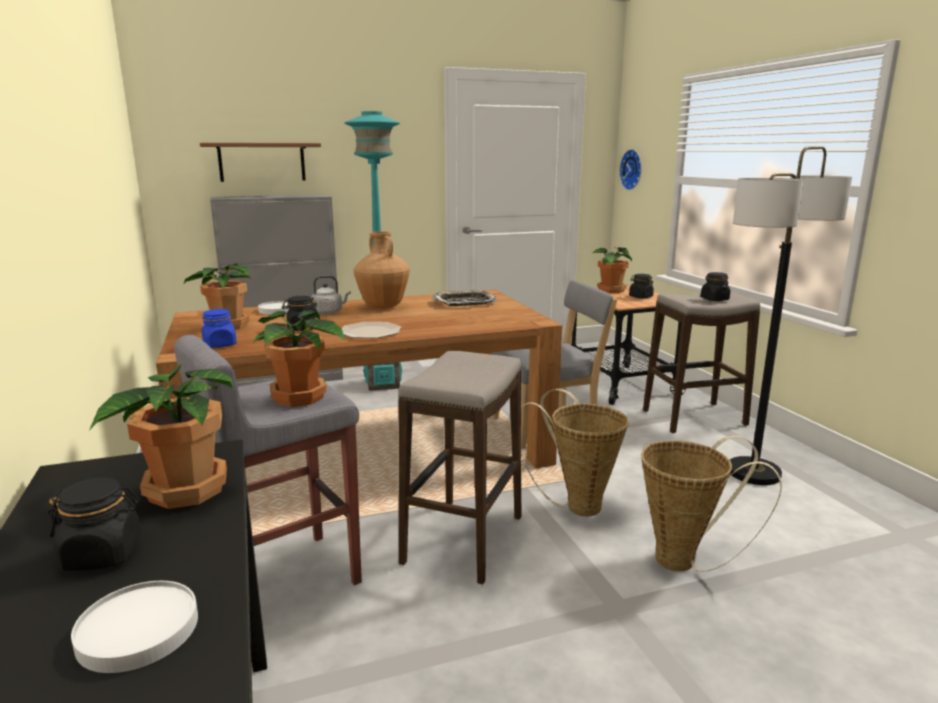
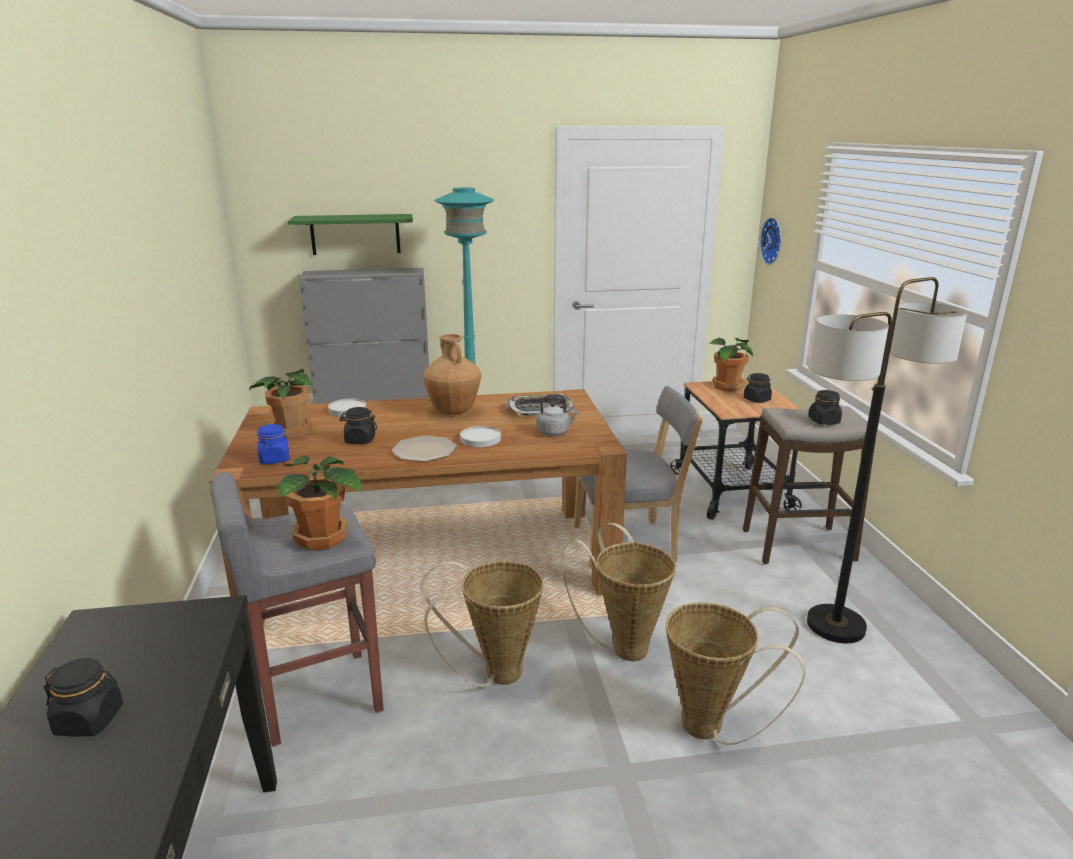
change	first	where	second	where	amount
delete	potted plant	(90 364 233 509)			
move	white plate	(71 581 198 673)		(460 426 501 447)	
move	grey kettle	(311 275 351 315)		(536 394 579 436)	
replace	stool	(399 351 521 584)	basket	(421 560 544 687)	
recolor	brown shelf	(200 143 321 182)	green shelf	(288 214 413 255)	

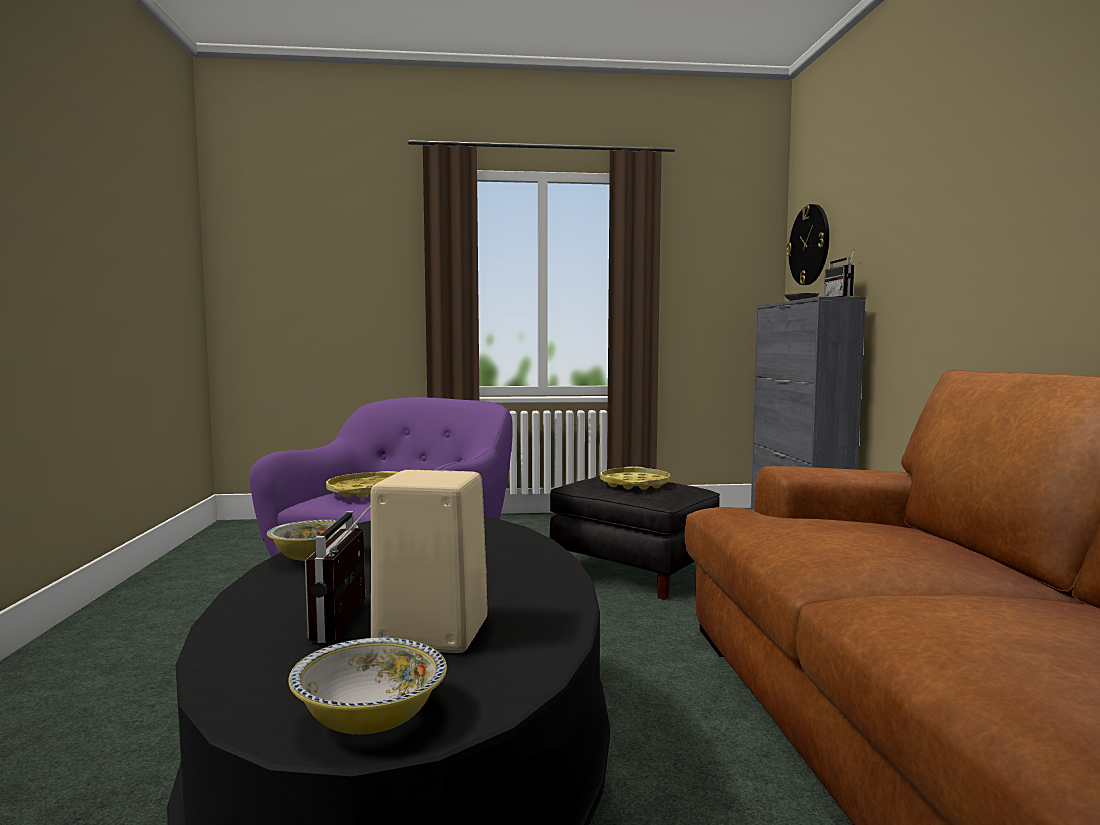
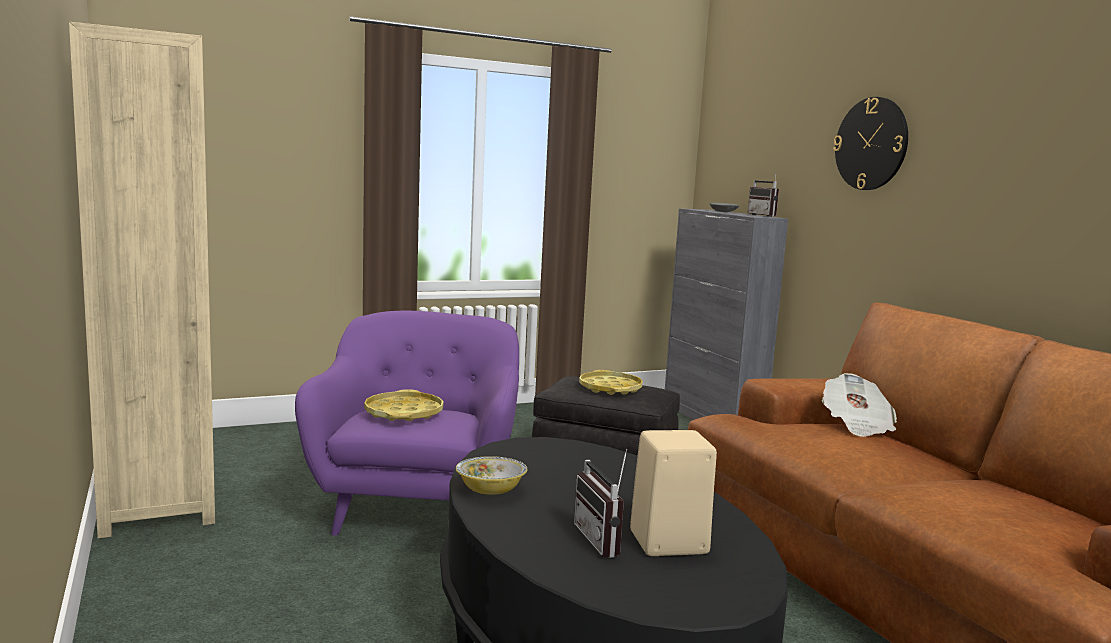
change	first	where	second	where	amount
delete	bowl	(288 638 447 734)			
insert			beige bookcase	(69 22 215 538)	
insert			newspaper	(822 373 897 437)	
move	wall clock	(786 204 829 285)		(833 97 908 190)	

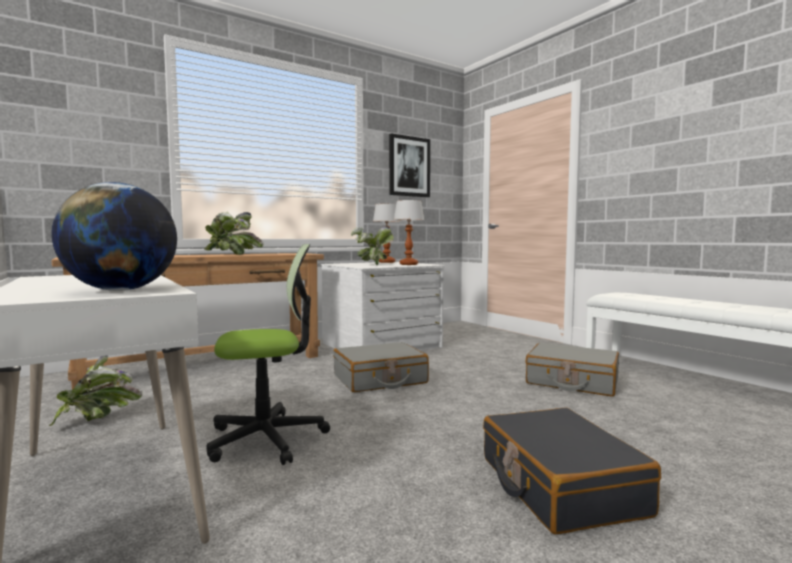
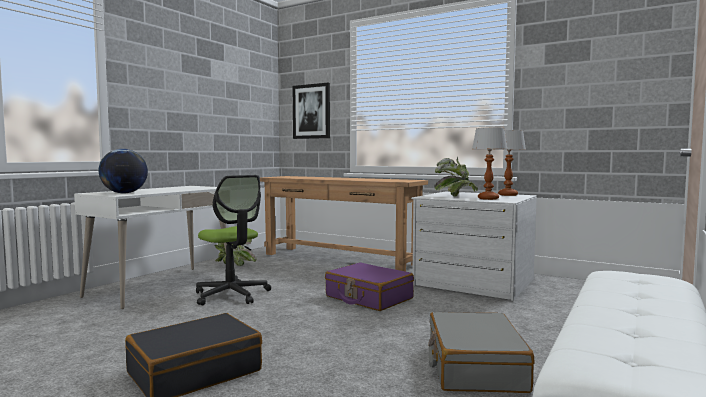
change	first	where	second	where	amount
delete	potted plant	(204 212 264 255)			
move	picture	(389 133 430 197)		(293 83 330 139)	
recolor	grey suitcase	(333 342 429 392)	purple suitcase	(325 262 414 311)	

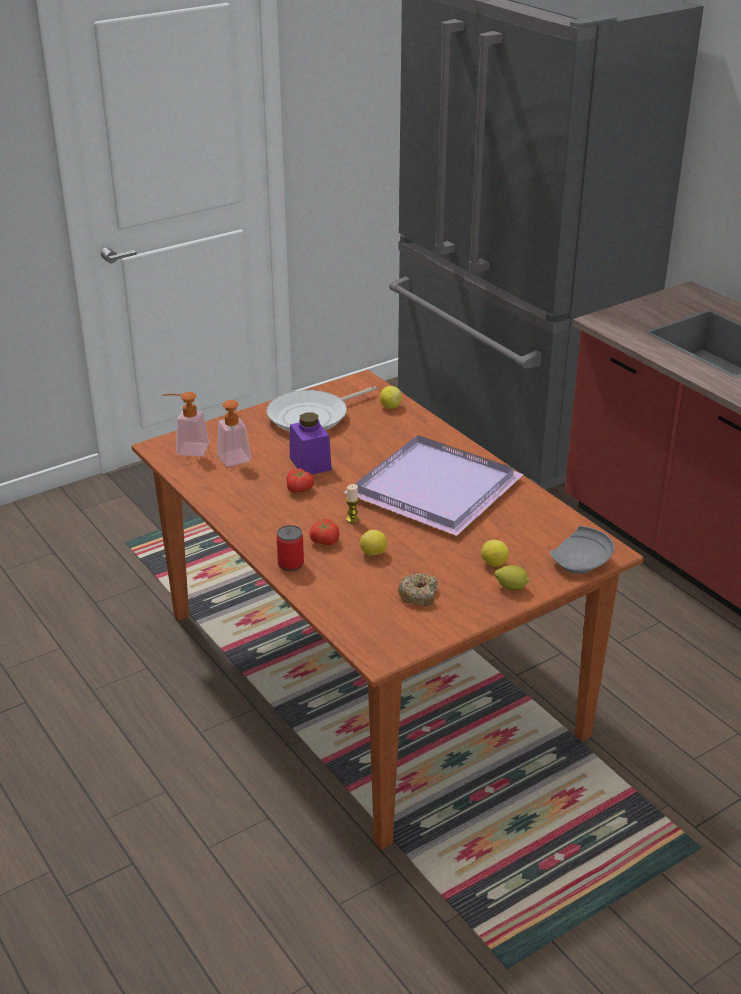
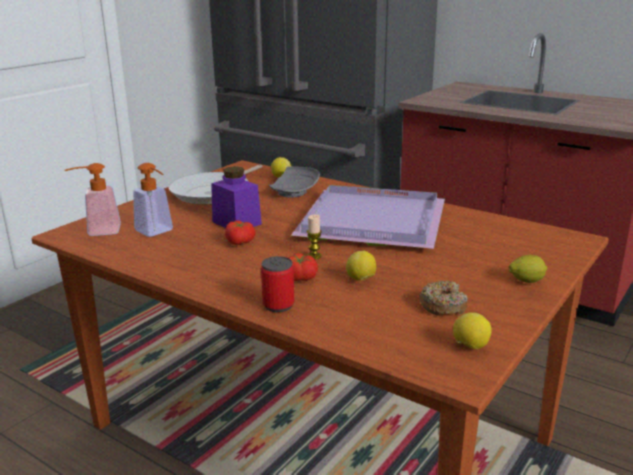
change	first	where	second	where	amount
move	lemon	(481 540 509 567)		(453 313 492 349)	
move	grey plate	(550 526 614 574)		(269 166 320 198)	

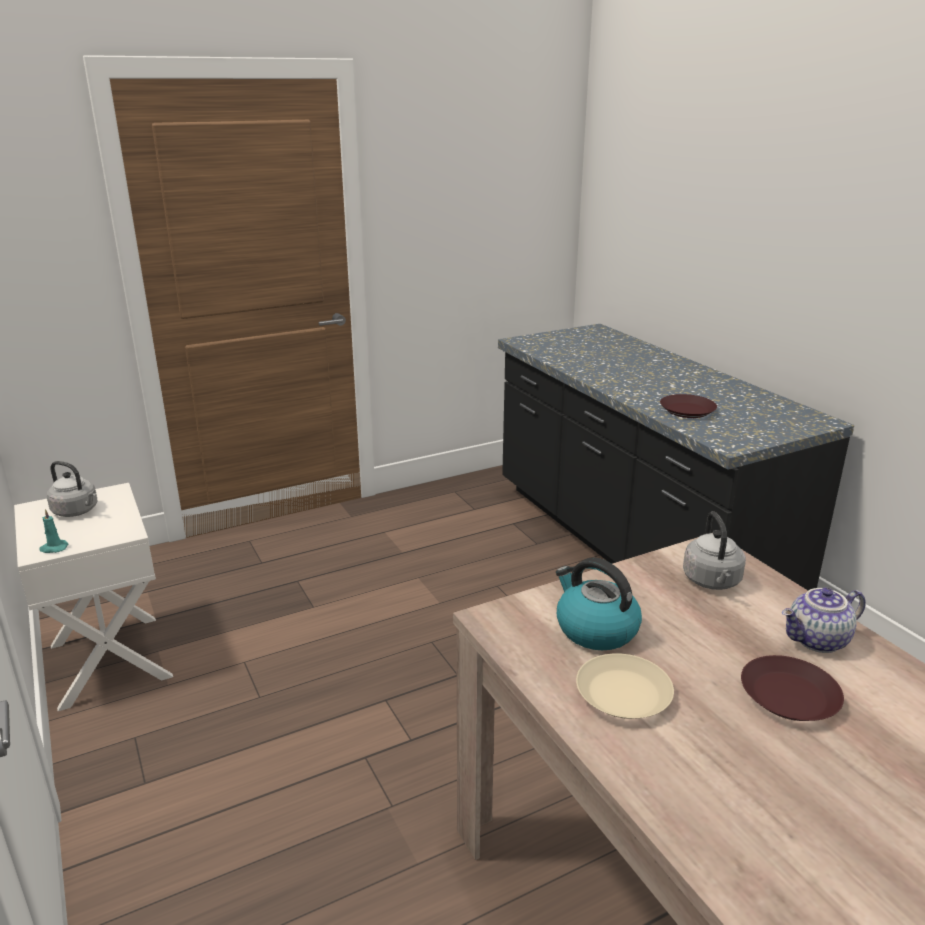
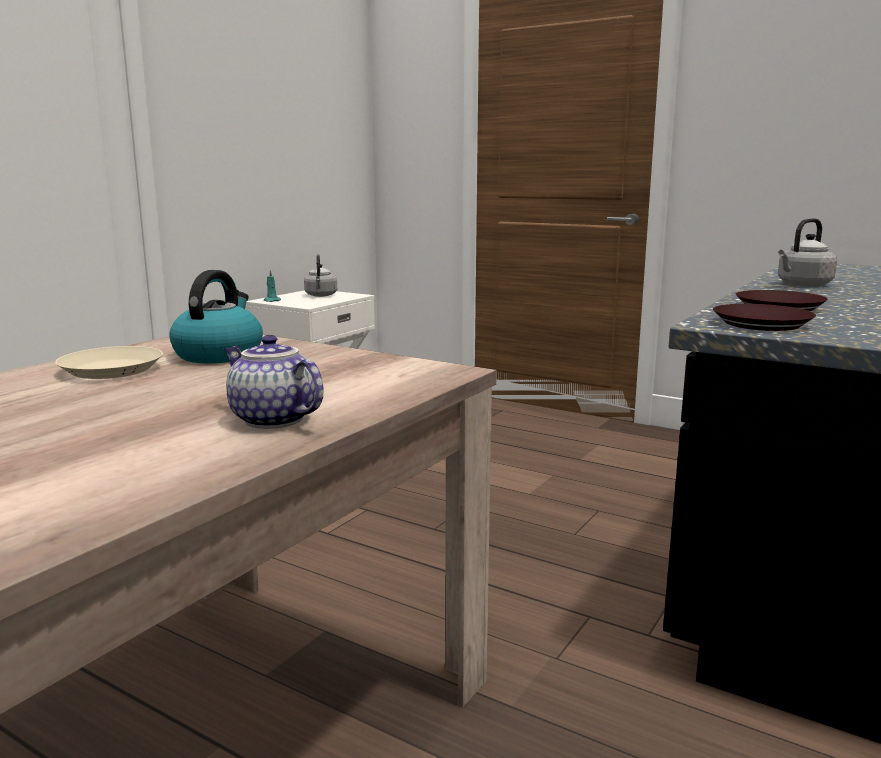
change	first	where	second	where	amount
move	grey kettle	(683 511 746 590)		(778 218 837 286)	
move	brown plate	(741 655 844 721)		(713 304 816 331)	

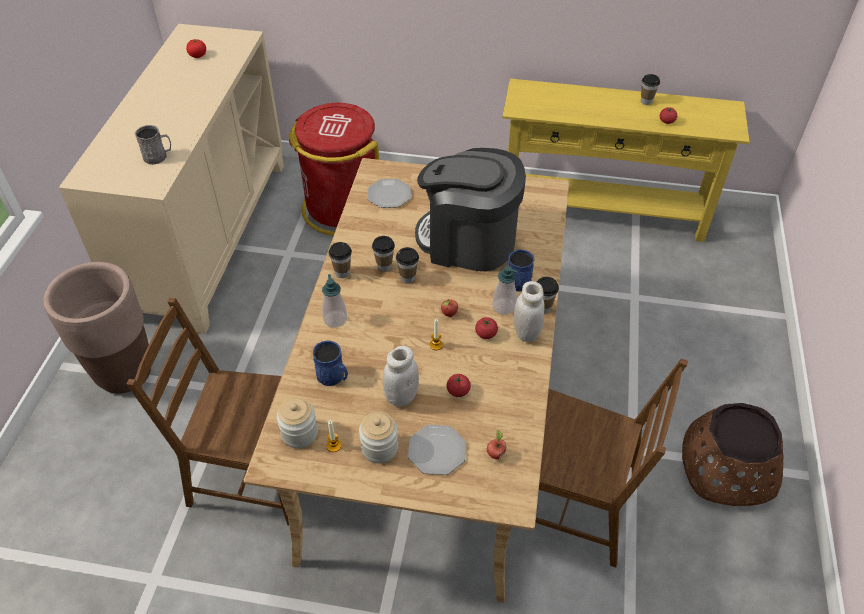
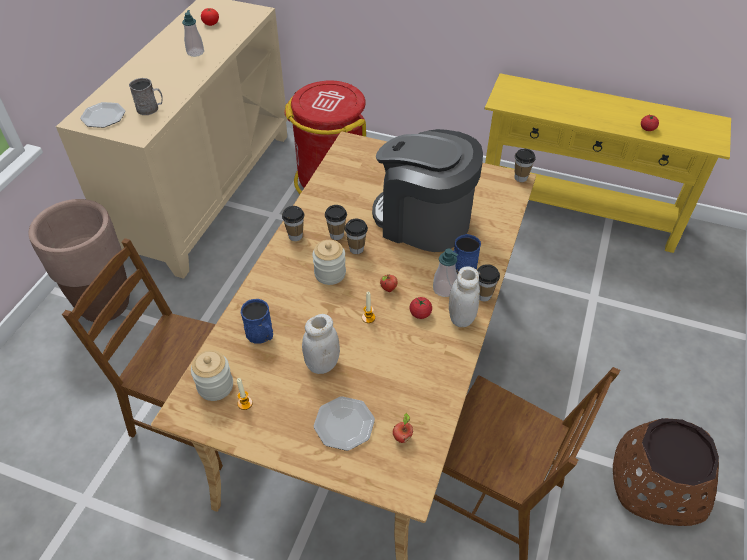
change	first	where	second	where	amount
delete	tomato	(446 374 471 397)			
move	soap dispenser	(322 274 347 327)		(182 10 204 57)	
move	jar	(359 412 398 463)		(312 240 346 285)	
move	plate	(367 179 411 208)		(80 102 126 128)	
move	cup	(641 74 660 105)		(515 149 536 182)	

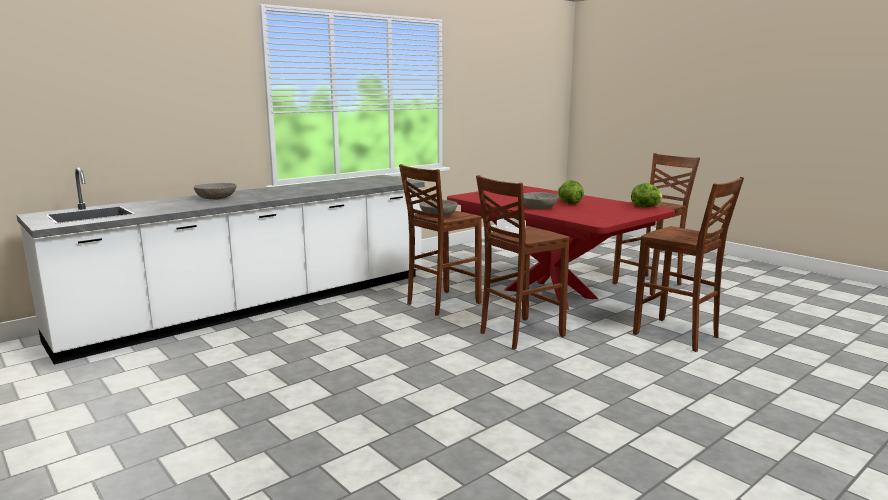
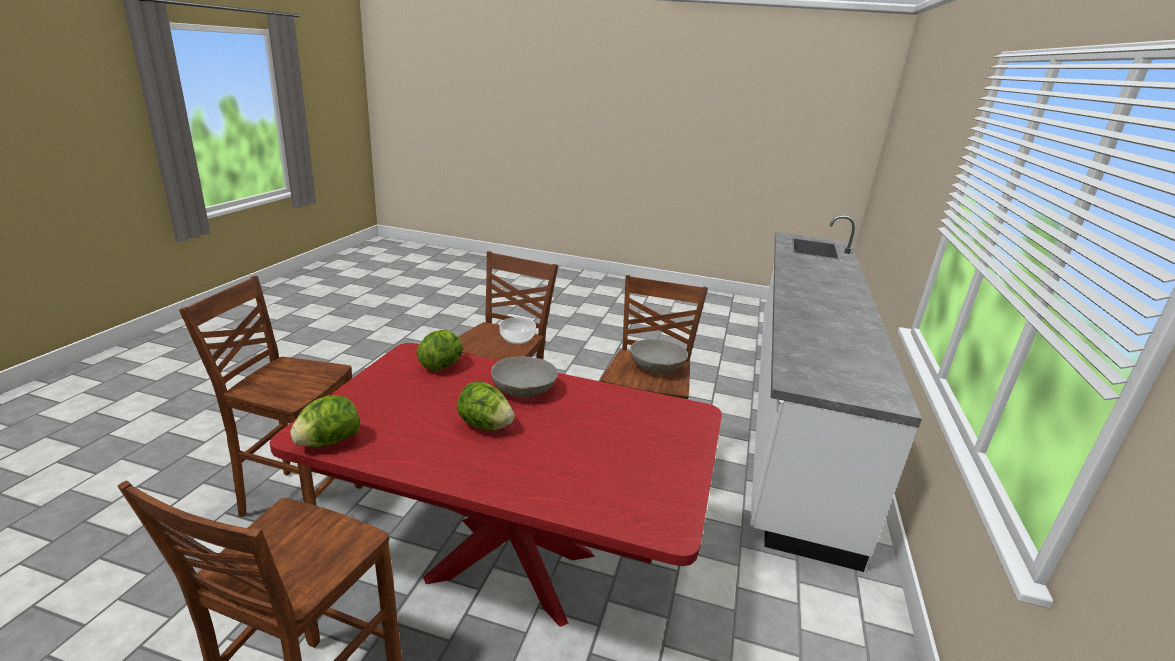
change	first	where	second	where	amount
delete	grey bowl	(194 183 237 199)			
insert			lettuce	(416 330 463 371)	

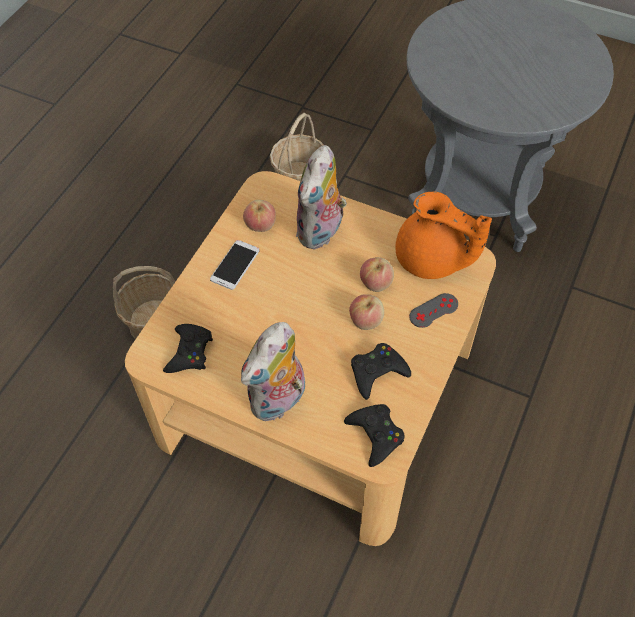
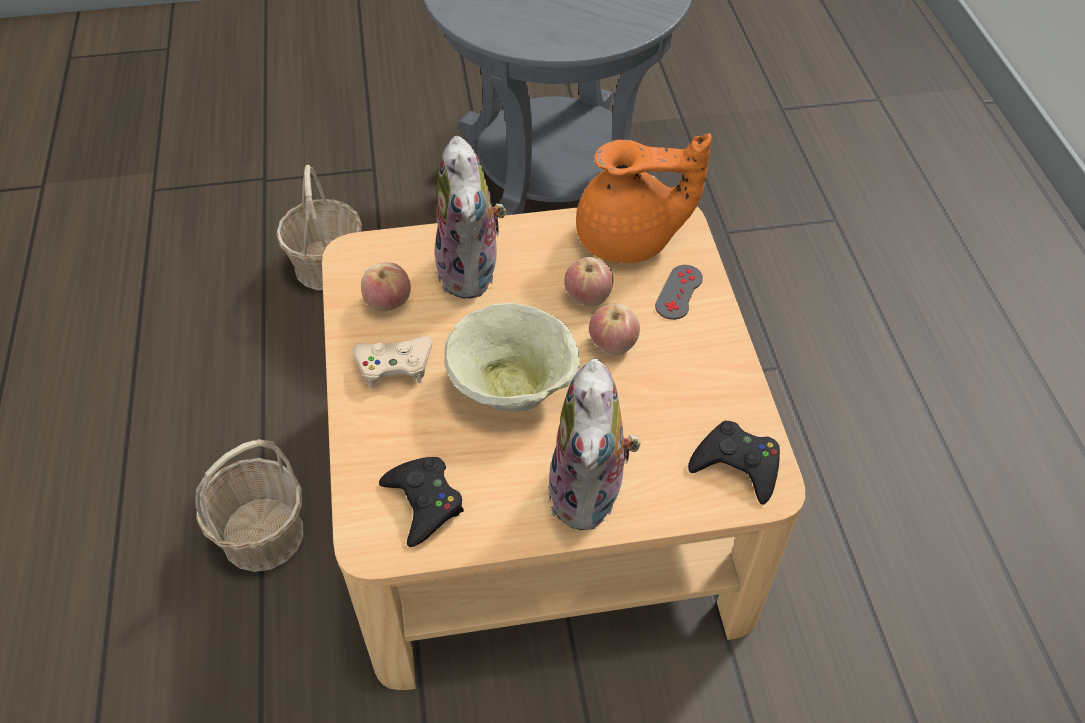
change	first	where	second	where	amount
delete	black game controller	(351 343 411 400)			
insert			beige bowl	(444 303 580 412)	
replace	phone	(210 240 260 290)	beige game controller	(352 336 432 389)	

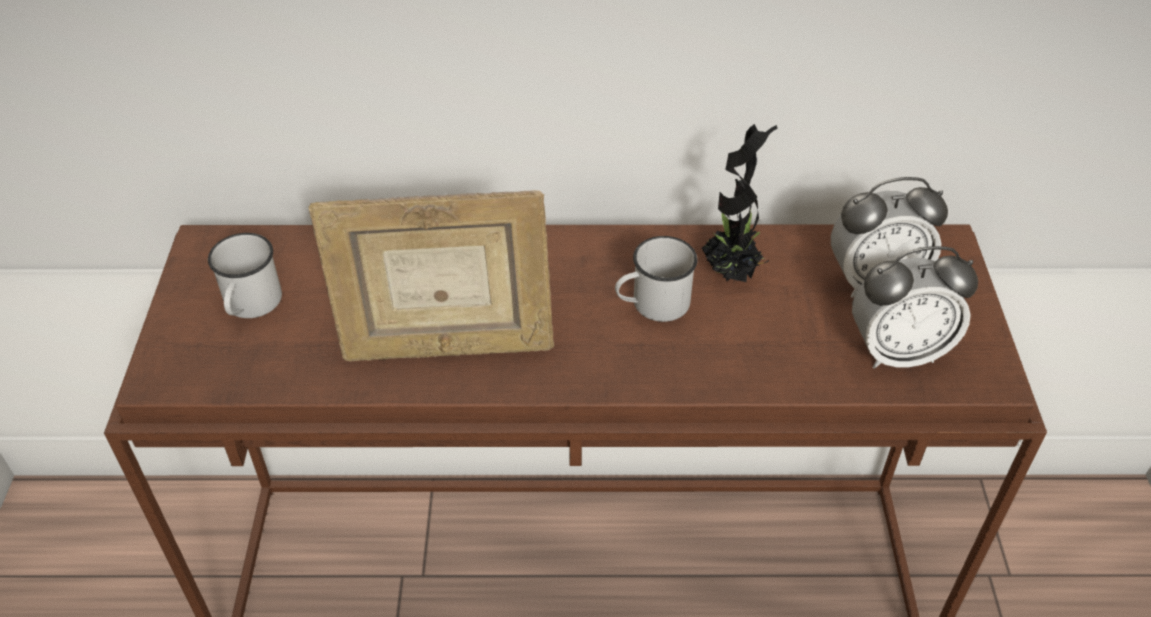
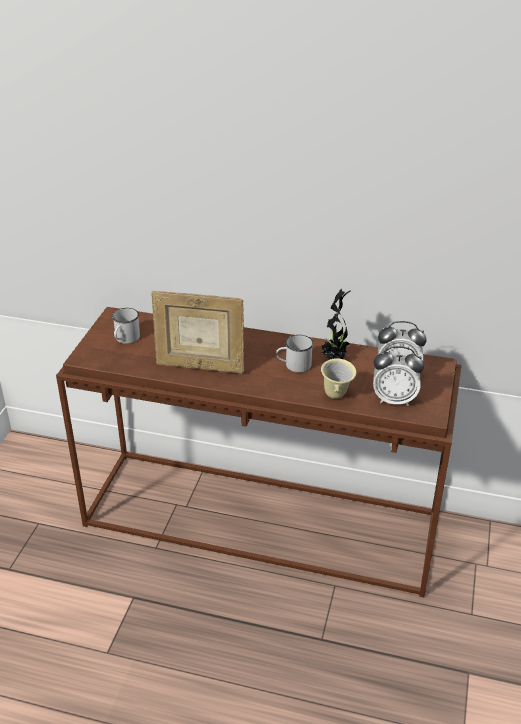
change	first	where	second	where	amount
insert			beige mug	(321 358 356 399)	

